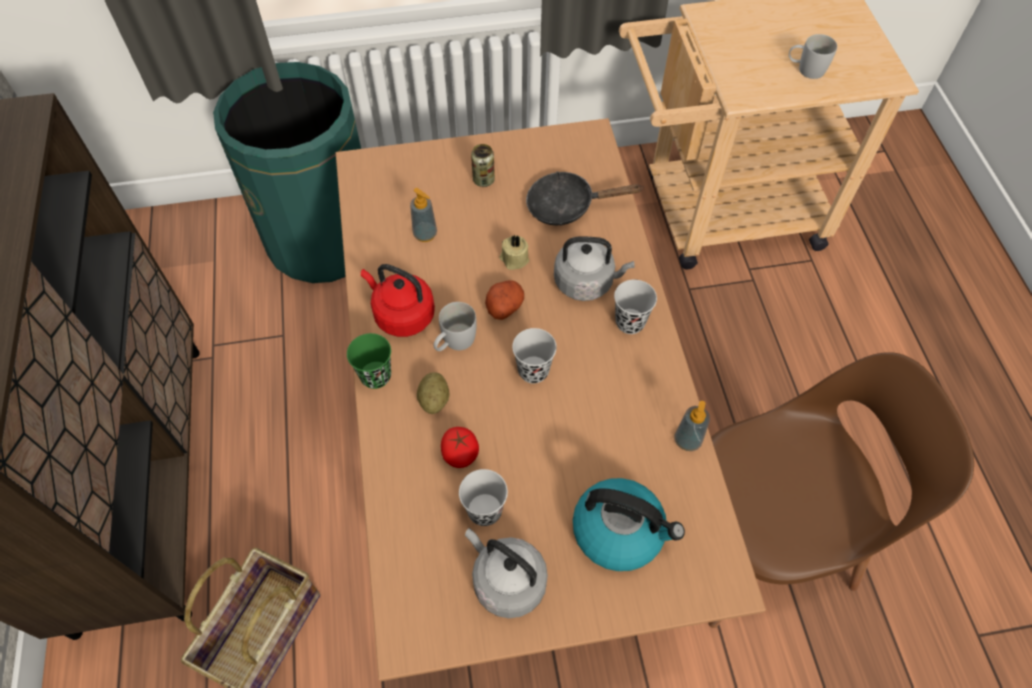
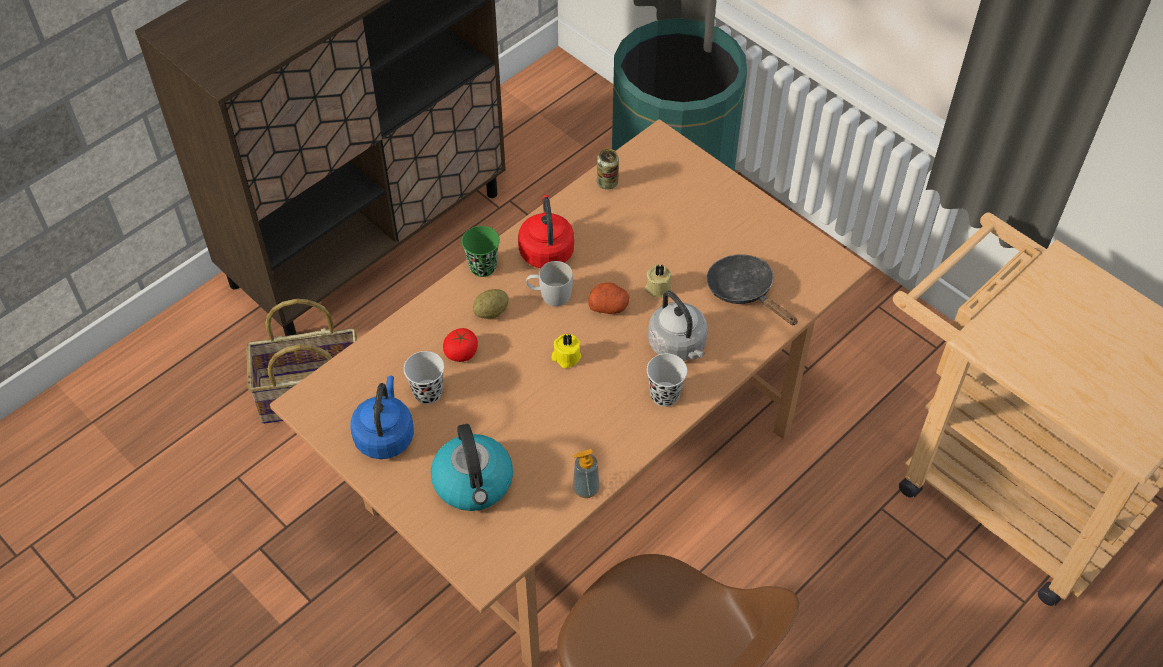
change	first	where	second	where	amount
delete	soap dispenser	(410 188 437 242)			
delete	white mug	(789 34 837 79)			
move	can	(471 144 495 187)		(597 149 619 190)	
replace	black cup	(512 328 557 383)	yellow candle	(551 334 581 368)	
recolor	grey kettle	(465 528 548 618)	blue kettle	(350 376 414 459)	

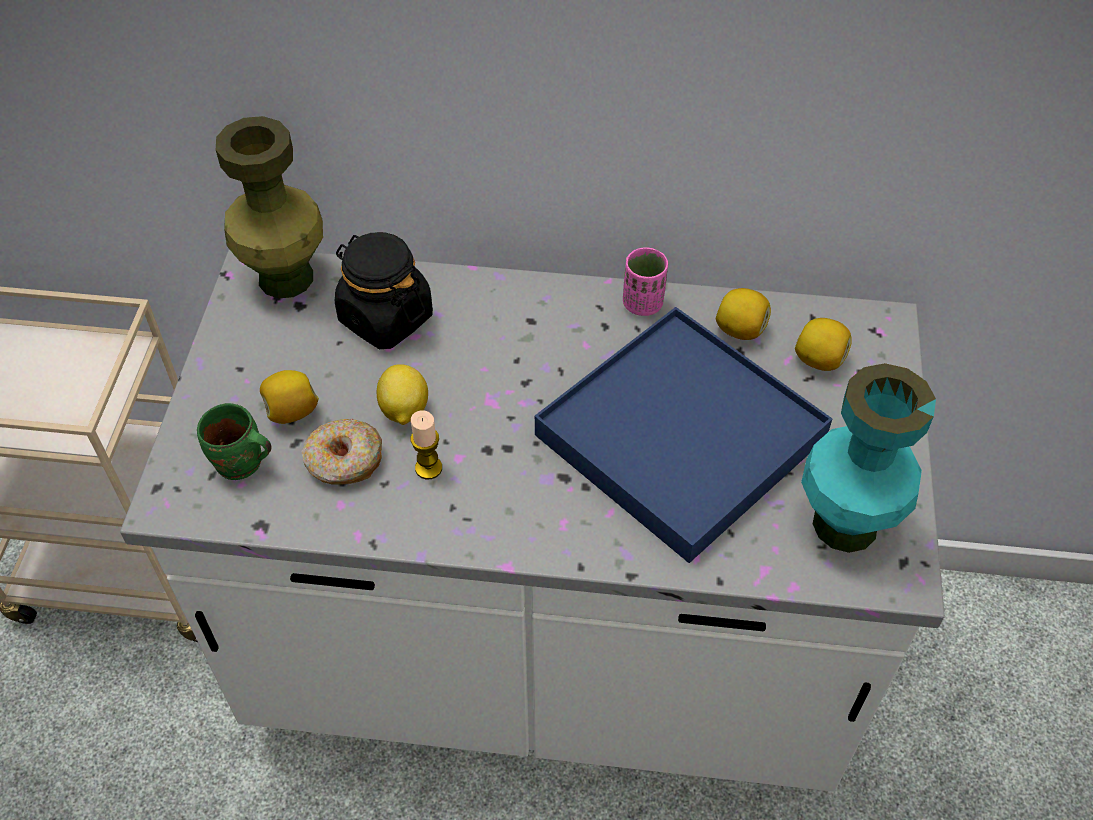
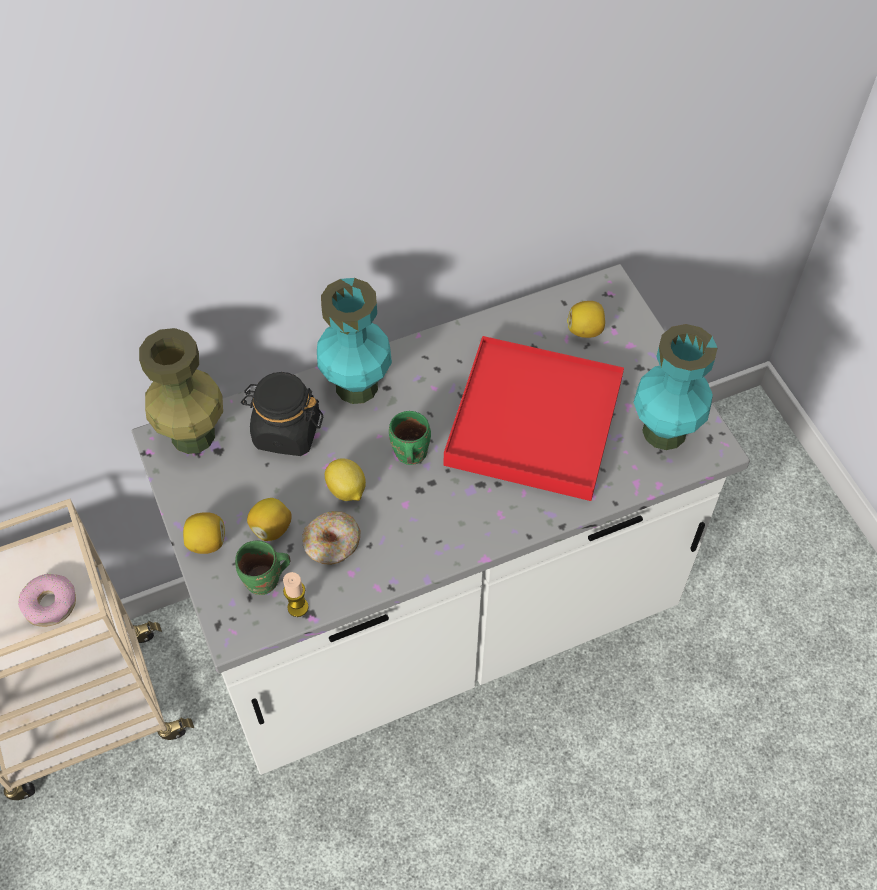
change	first	where	second	where	amount
delete	pink cup	(623 247 668 316)			
insert			donut	(18 574 76 627)	
insert			turquoise vase	(317 278 392 404)	
insert			green mug	(389 411 431 465)	
move	candle	(411 410 442 480)		(283 572 309 617)	
move	lemon	(716 288 771 340)		(183 512 225 554)	
recolor	blue tray	(535 307 832 563)	red tray	(444 336 624 501)	

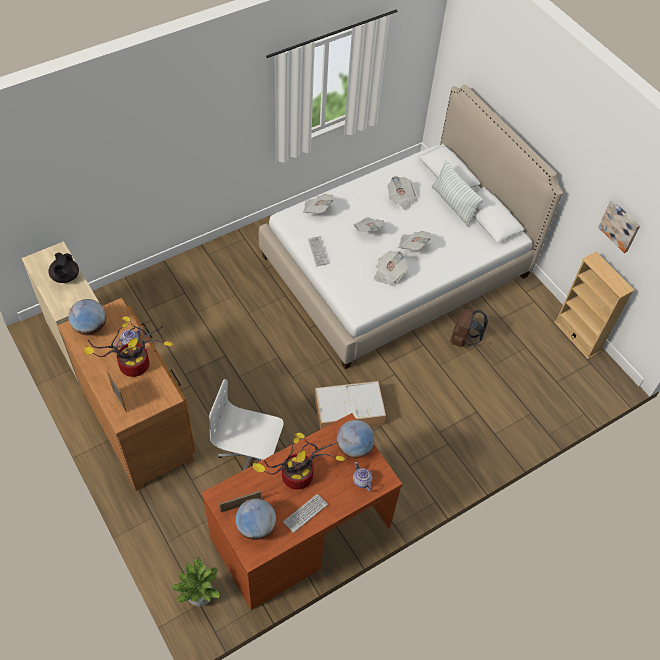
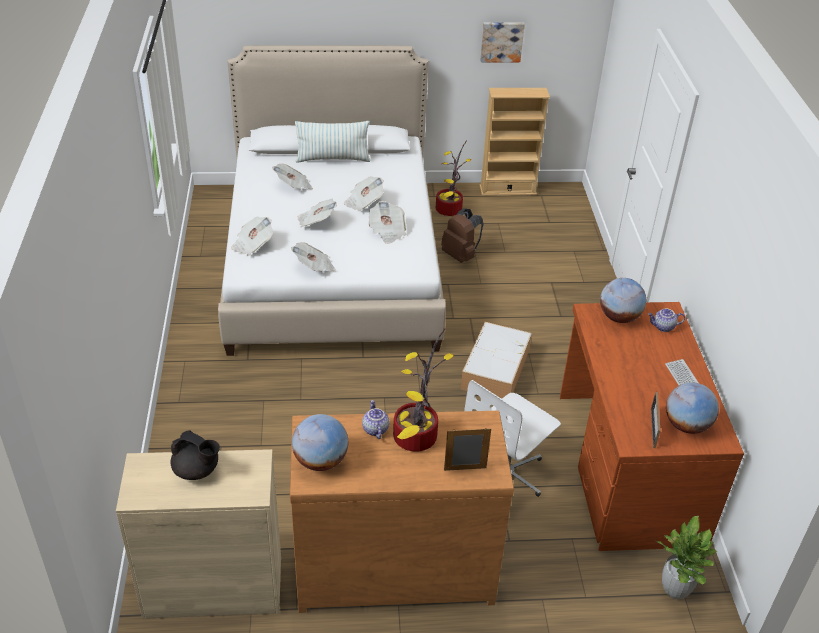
change	first	where	second	where	amount
move	potted plant	(253 433 346 490)		(436 140 471 216)	
replace	keyboard	(308 236 329 266)	newspaper	(291 242 336 272)	

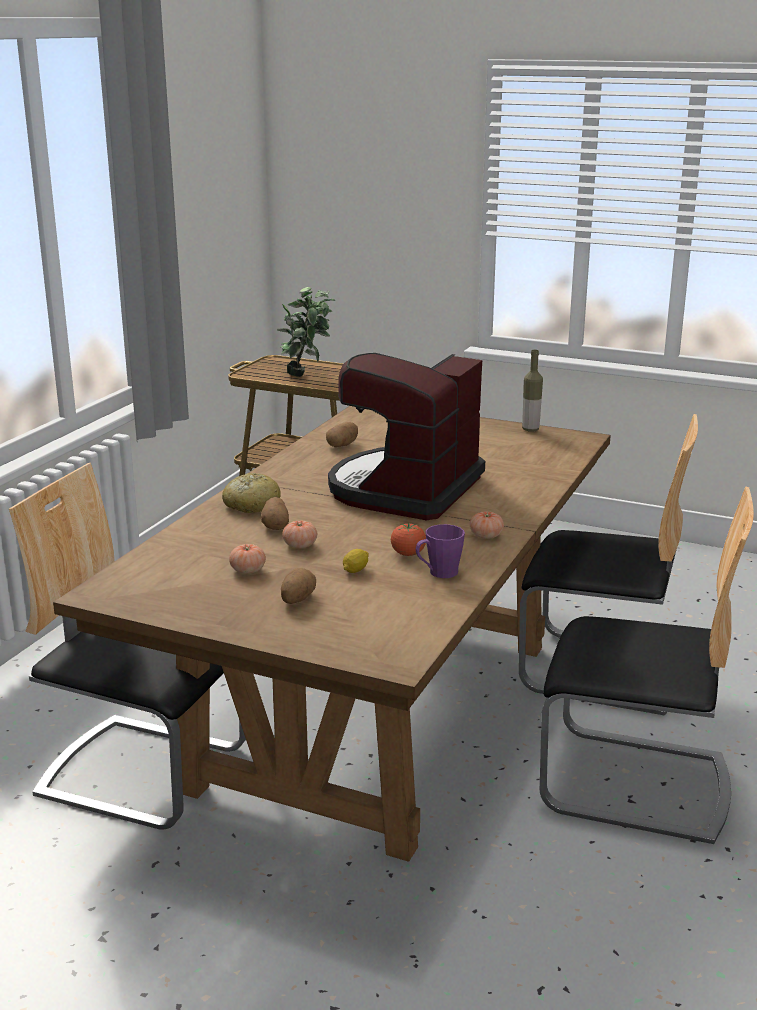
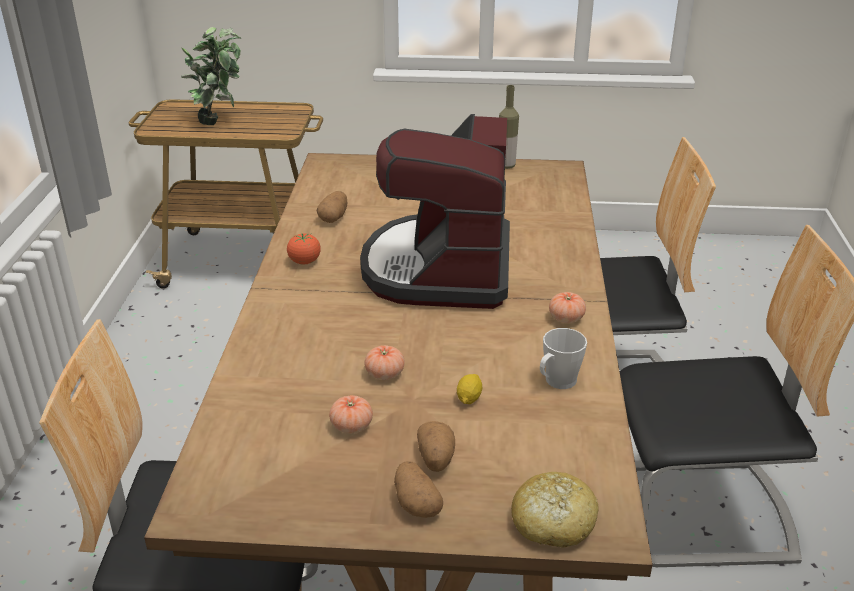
change	first	where	second	where	amount
move	bread	(222 473 281 513)		(511 472 599 548)	
move	potato	(261 497 289 530)		(394 462 443 518)	
move	tomato	(391 523 426 556)		(287 233 321 265)	
recolor	purple mug	(416 524 465 578)	grey mug	(540 328 587 389)	

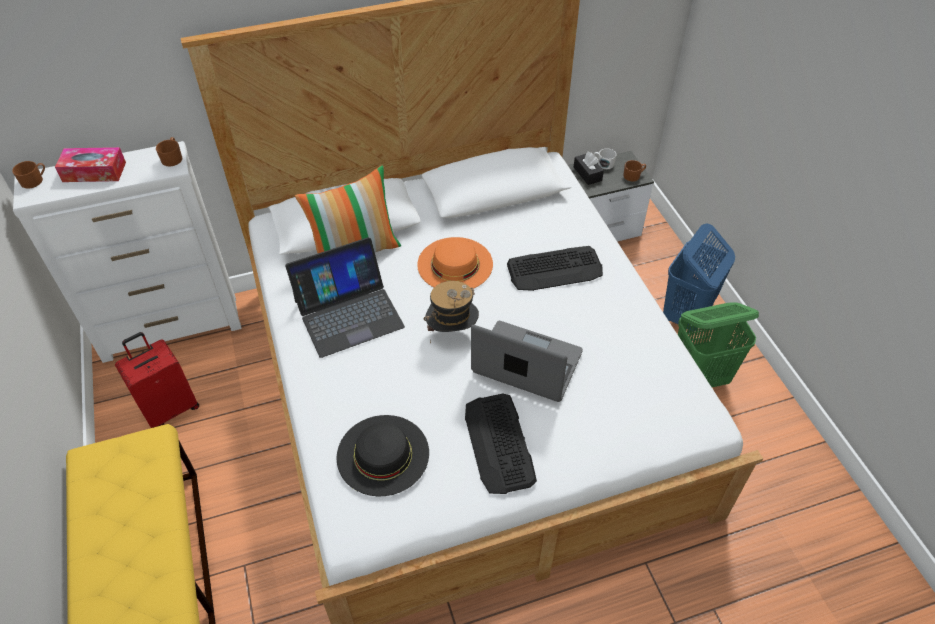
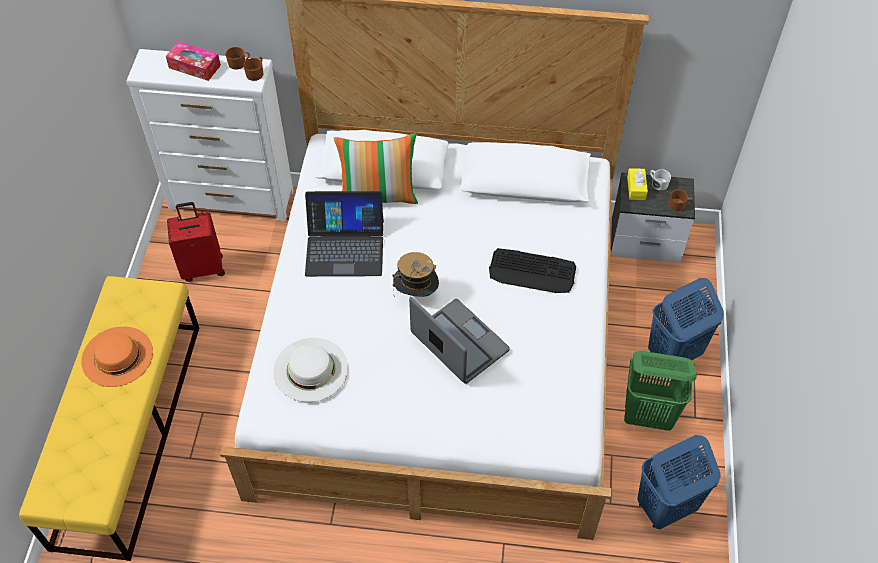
change	first	where	second	where	amount
delete	keyboard	(465 394 537 494)			
insert			blue laundry basket	(638 435 720 529)	
move	brown mug	(12 161 45 189)		(226 47 250 70)	
move	orange hat	(417 237 493 289)		(81 326 153 387)	
recolor	black hat	(336 415 429 496)	white hat	(274 338 348 402)	
recolor	black tissue box	(574 152 604 185)	yellow tissue box	(627 168 648 200)	

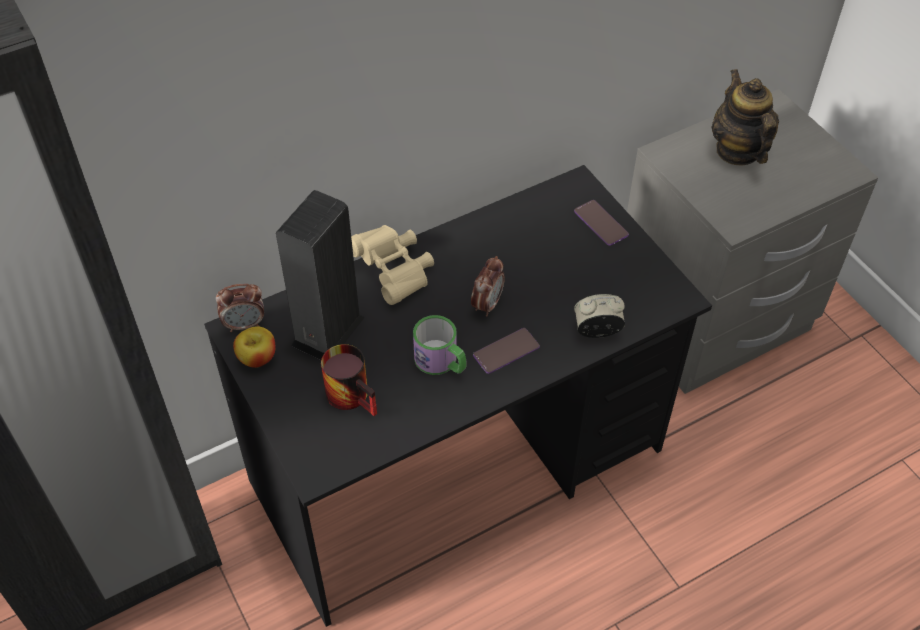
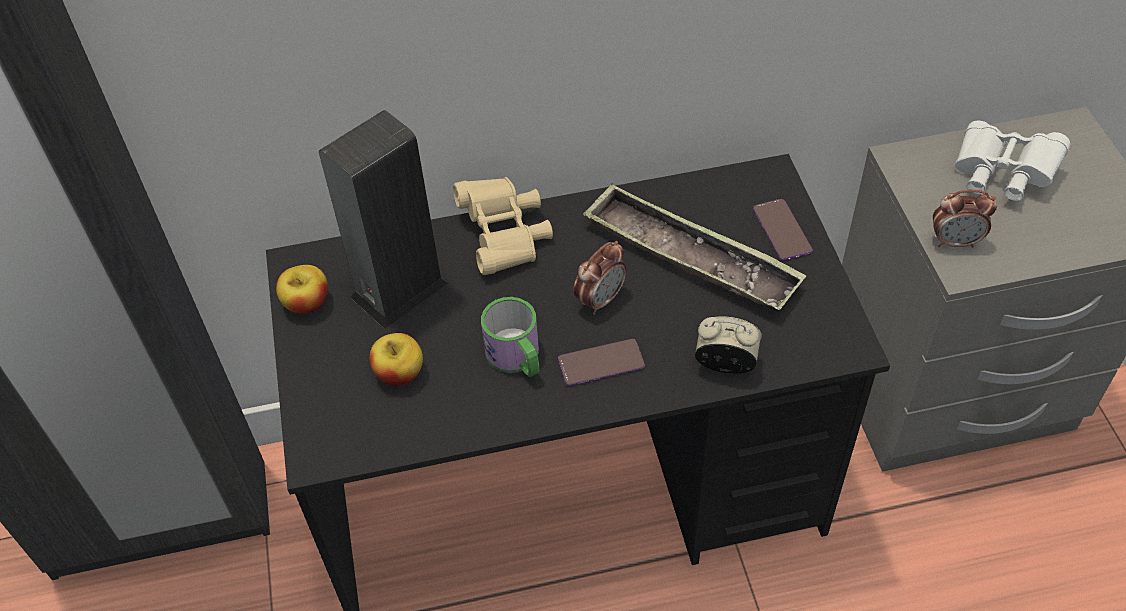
change	first	where	second	where	amount
insert			tray	(583 183 806 310)	
move	alarm clock	(216 284 264 332)		(933 190 997 248)	
replace	mug	(321 344 377 416)	apple	(369 333 423 386)	
replace	teapot	(712 69 779 165)	white binoculars	(955 121 1070 201)	

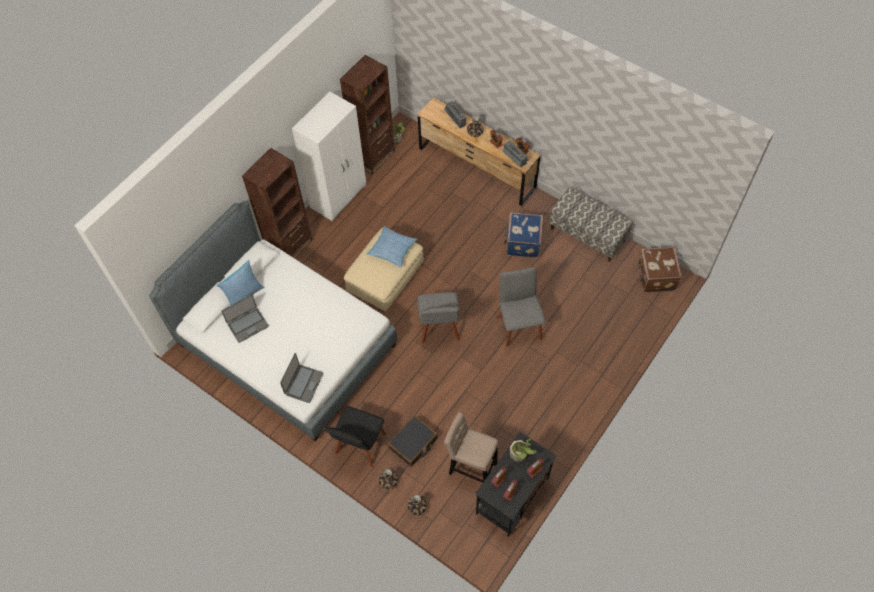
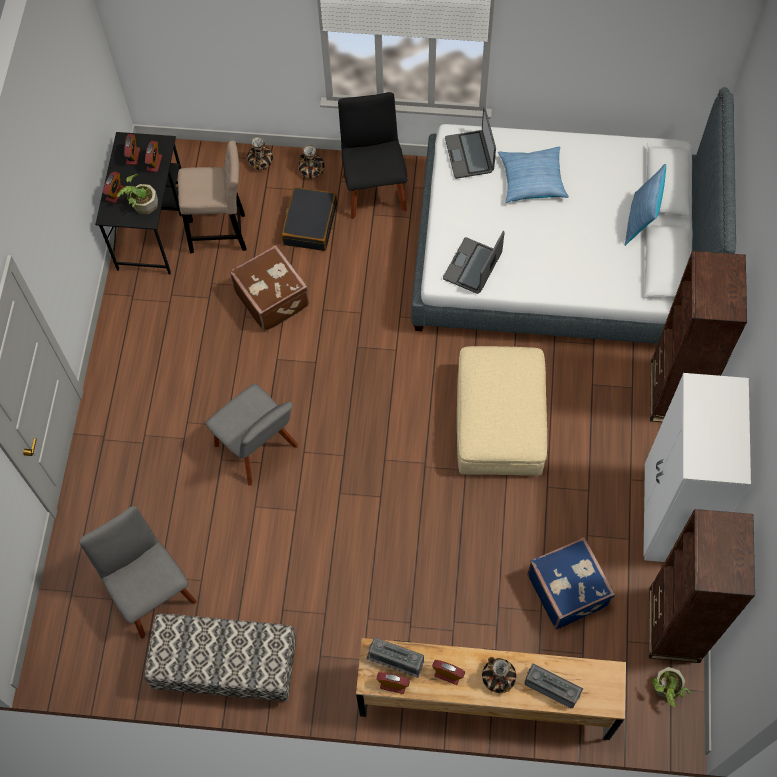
change	first	where	second	where	amount
move	laptop	(221 295 269 343)		(443 231 505 294)	
move	pillow	(366 226 417 268)		(498 146 569 203)	
move	grey chair	(417 292 460 344)		(79 506 197 639)	
move	blue suitcase	(504 212 543 258)		(527 537 615 630)	
move	brown suitcase	(638 247 682 293)		(230 245 309 332)	

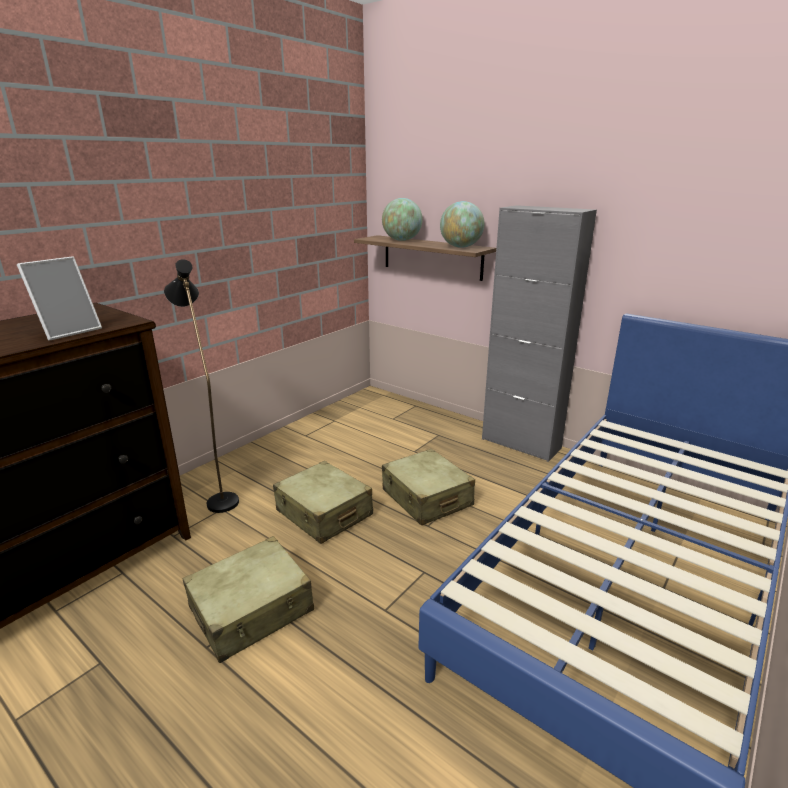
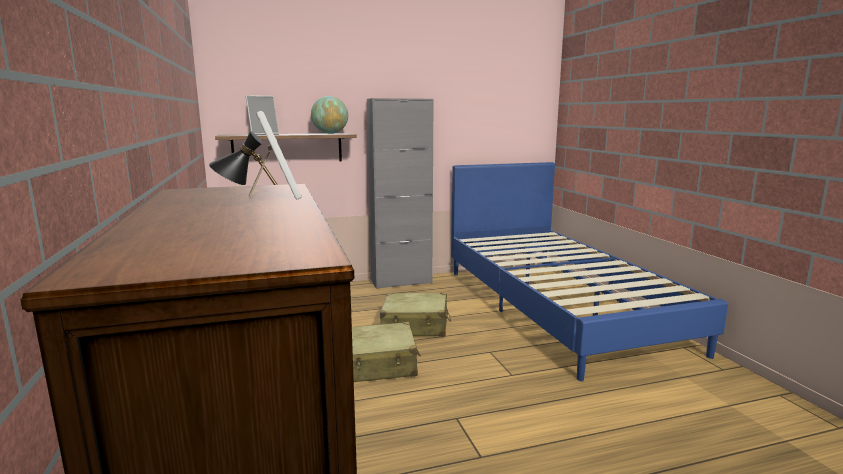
change	first	where	second	where	amount
delete	beige suitcase	(182 536 314 663)			
replace	globe	(382 198 423 241)	picture frame	(246 95 279 135)	

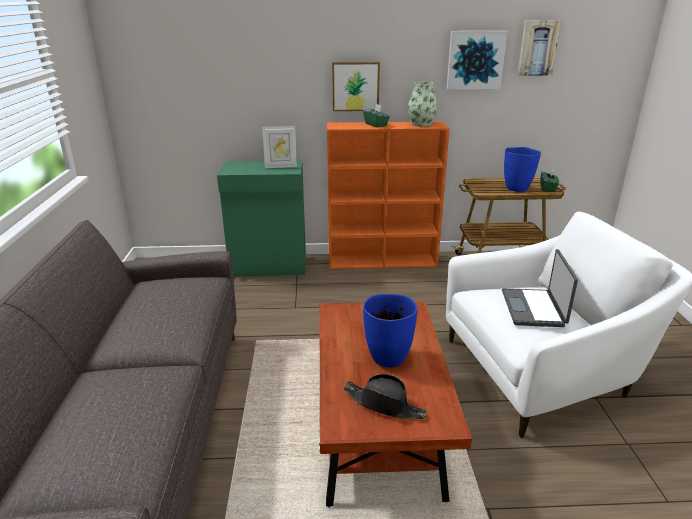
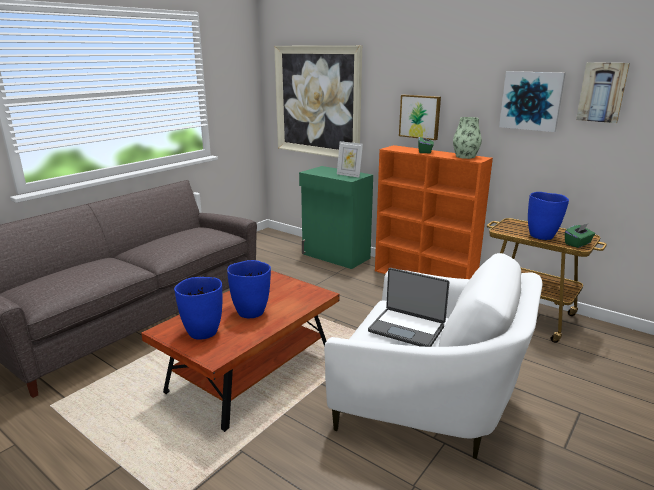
change	first	where	second	where	amount
insert			picture	(274 45 362 158)	
replace	black hat	(343 374 428 419)	blue vase	(174 277 222 340)	
rotate	laptop	(502 249 578 327)		(368 268 449 347)	105 degrees counterclockwise

